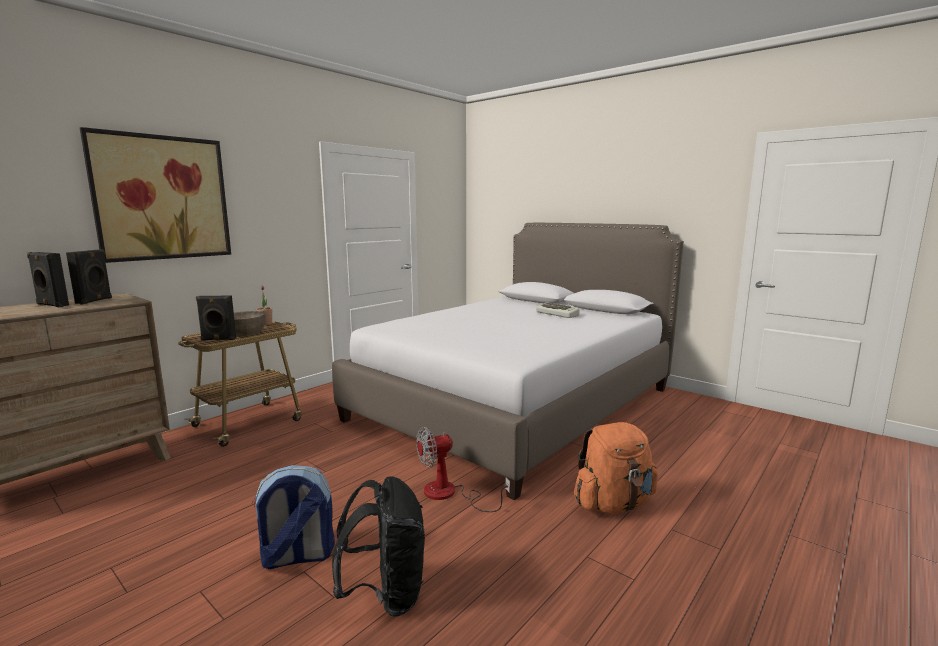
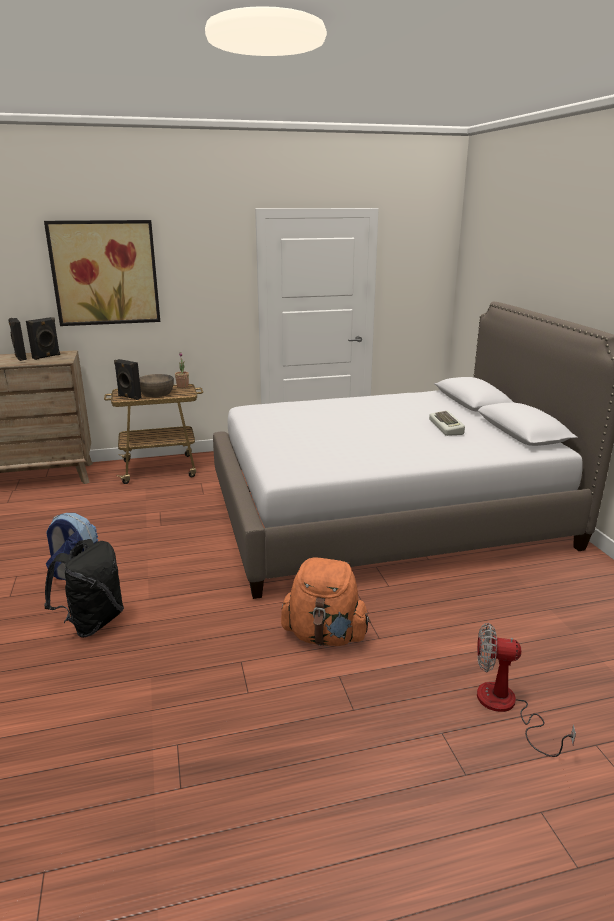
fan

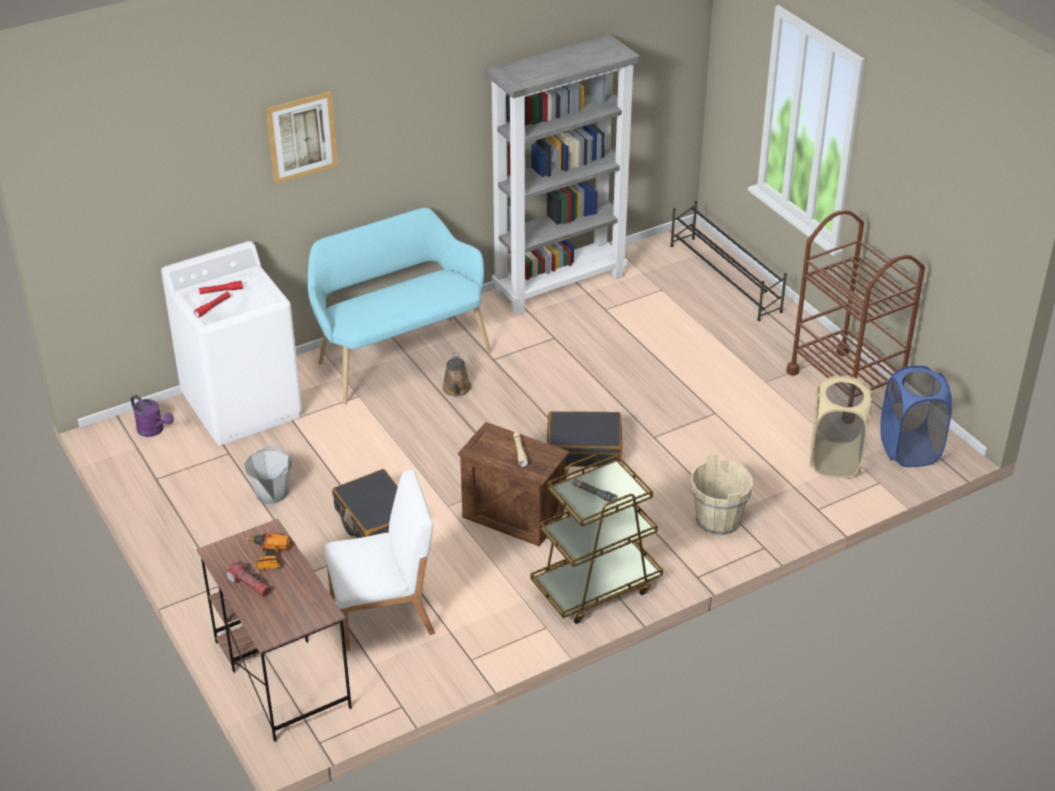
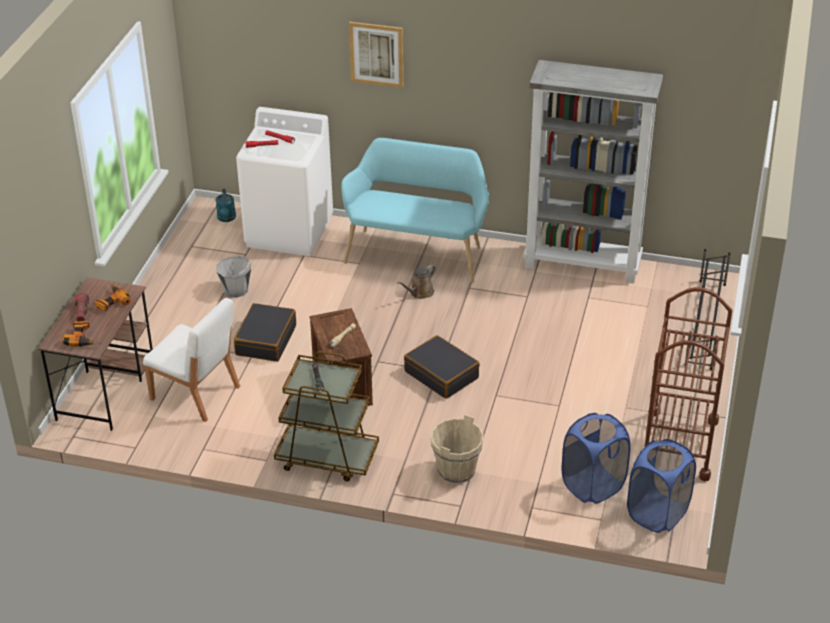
power drill (no. 1 from left)
turquoise watering can
blue laundry basket (no. 1 from left)

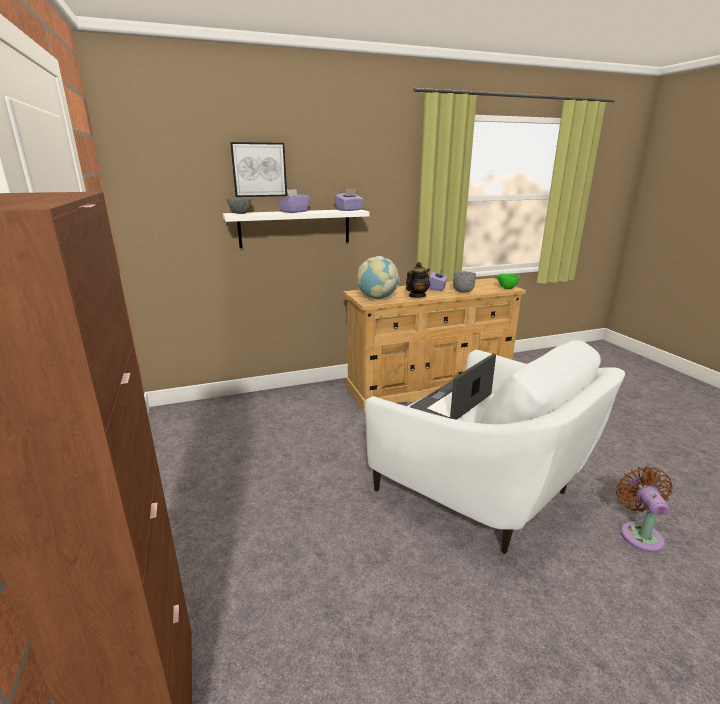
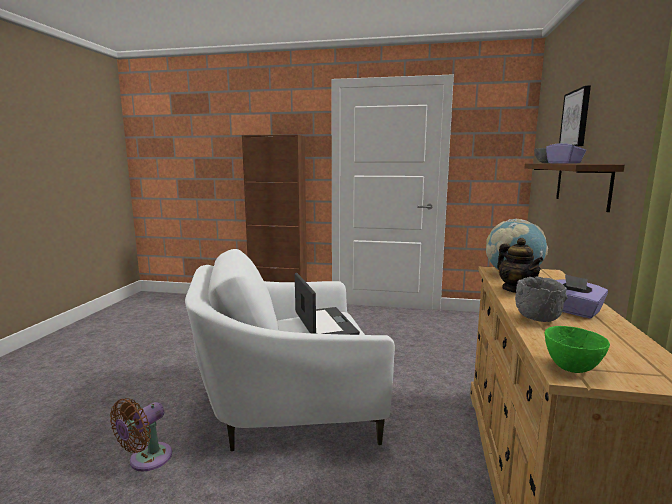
brown fan
brown shelf
purple tissue box (no. 2 from left in the first image)

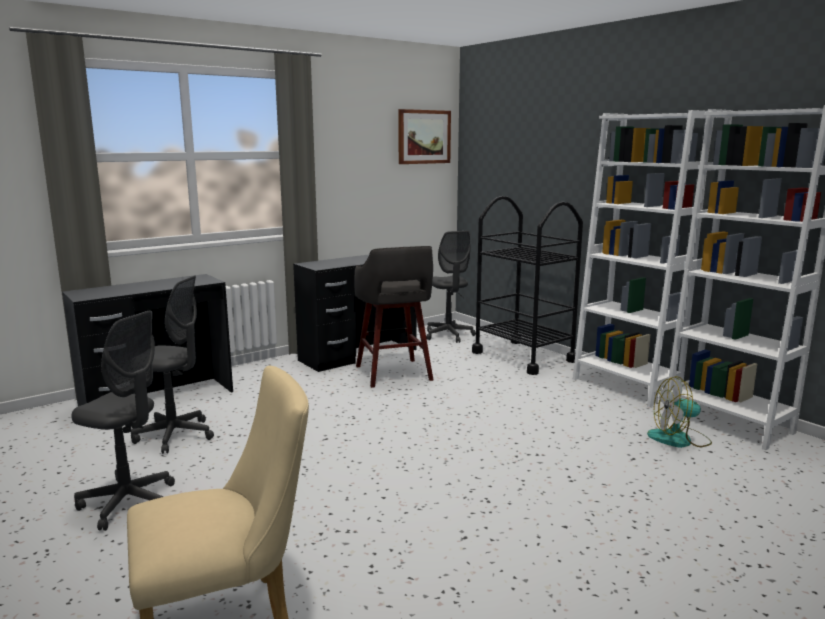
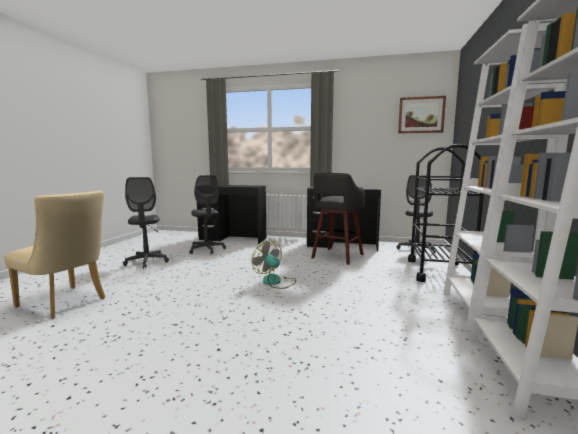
fan

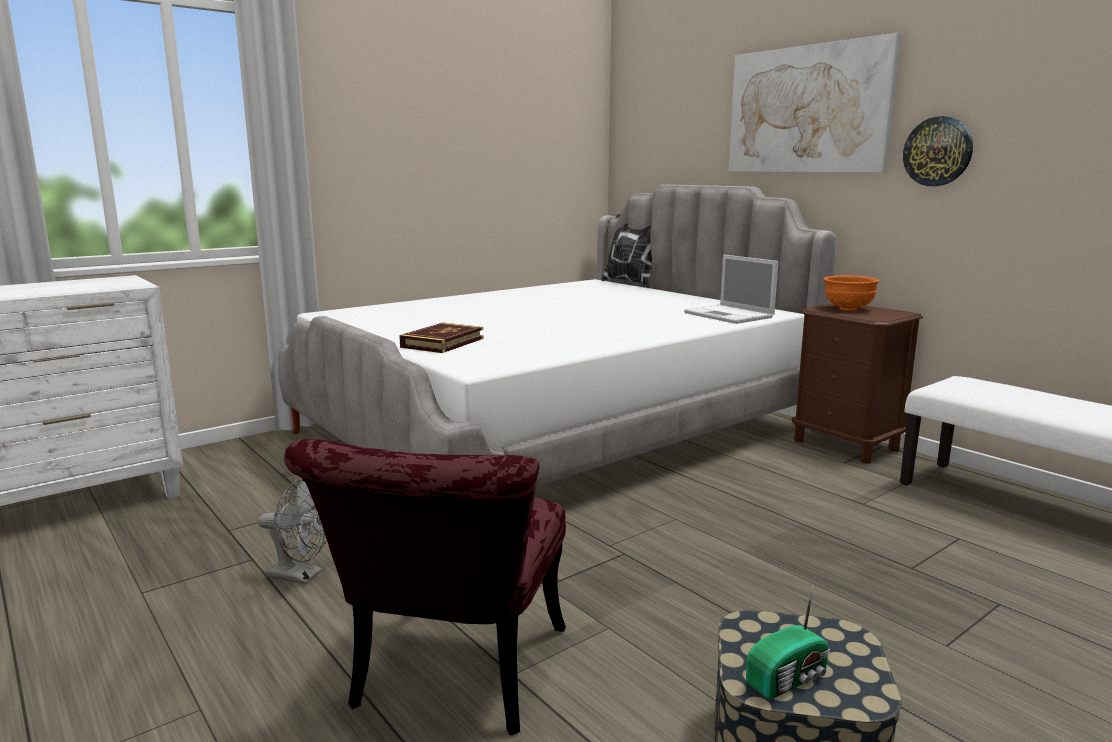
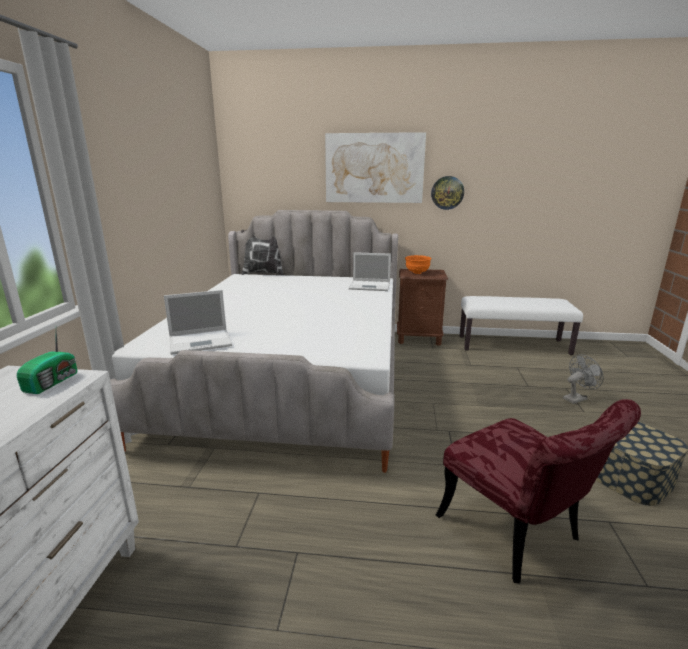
radio
laptop (no. 1 from left)
grey fan
book

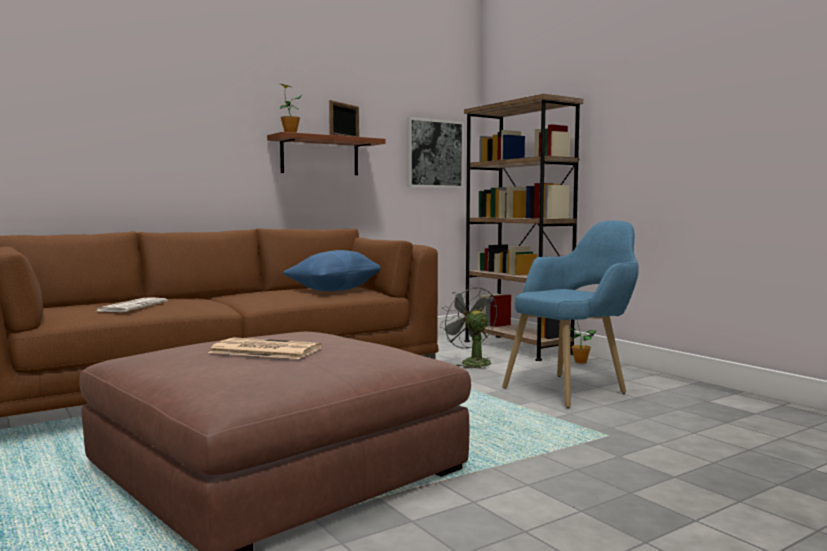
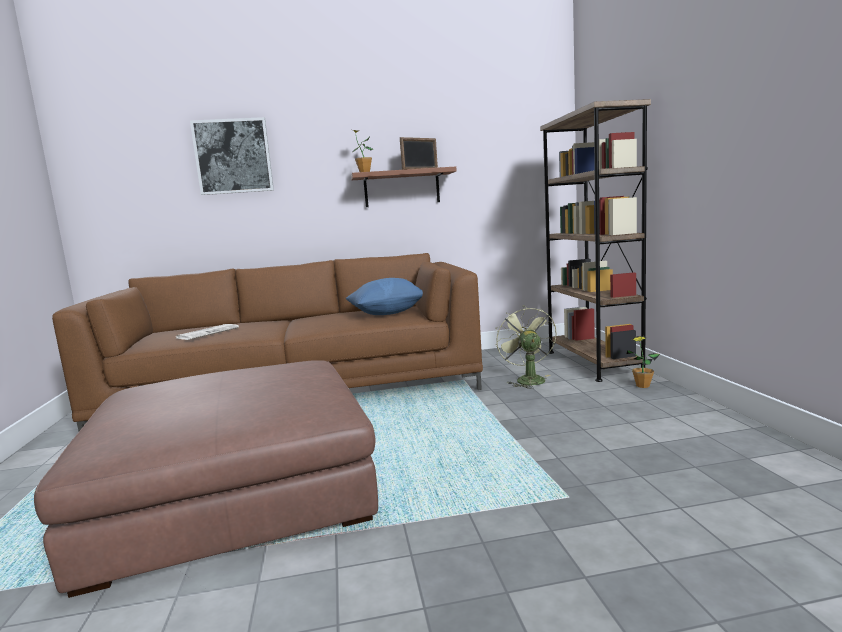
picture
green fan
newspaper (no. 2 from left in the first image)
blue armchair

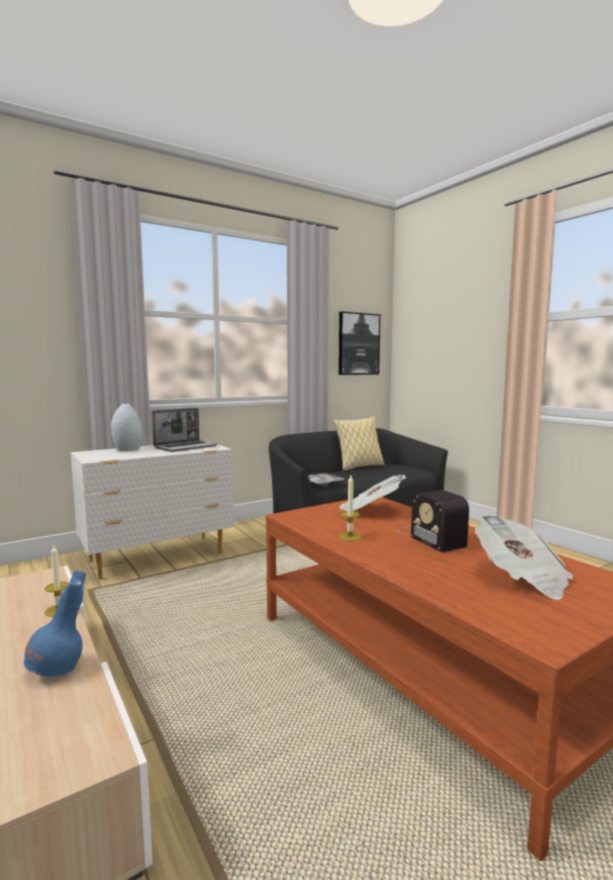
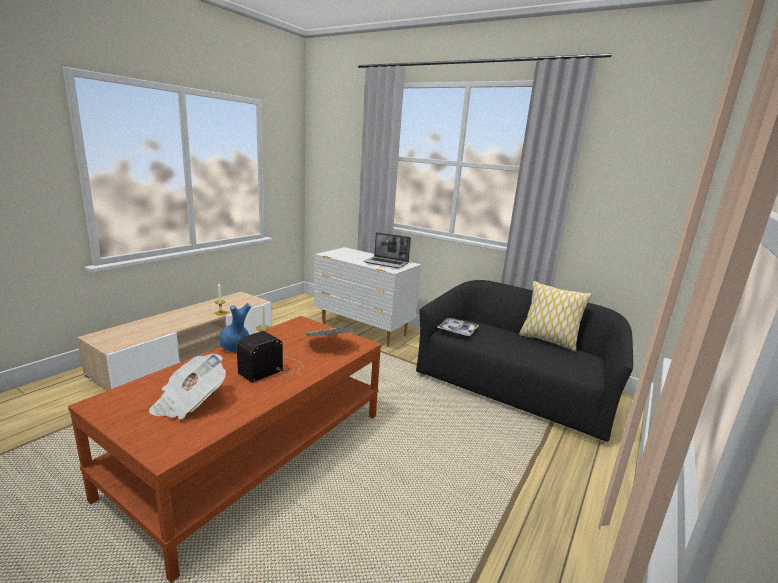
blue vase
grey vase
picture

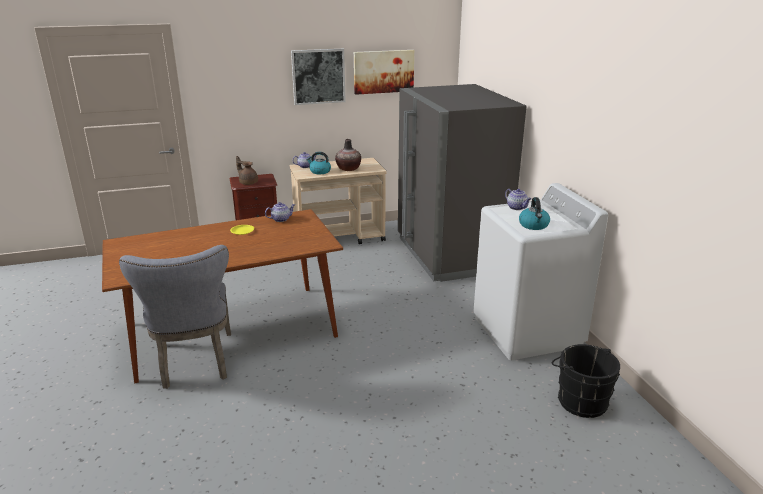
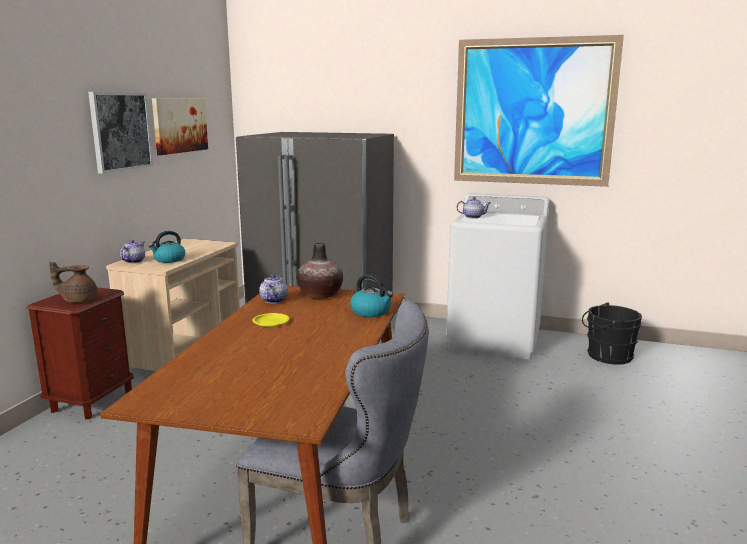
vase
kettle (no. 2 from left)
picture (no. 3 from left)

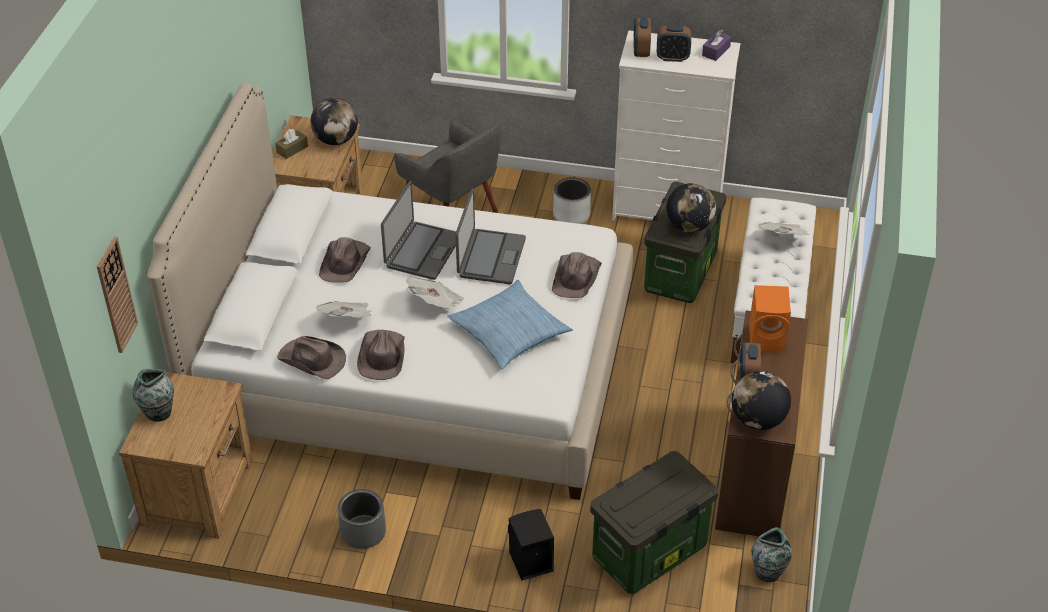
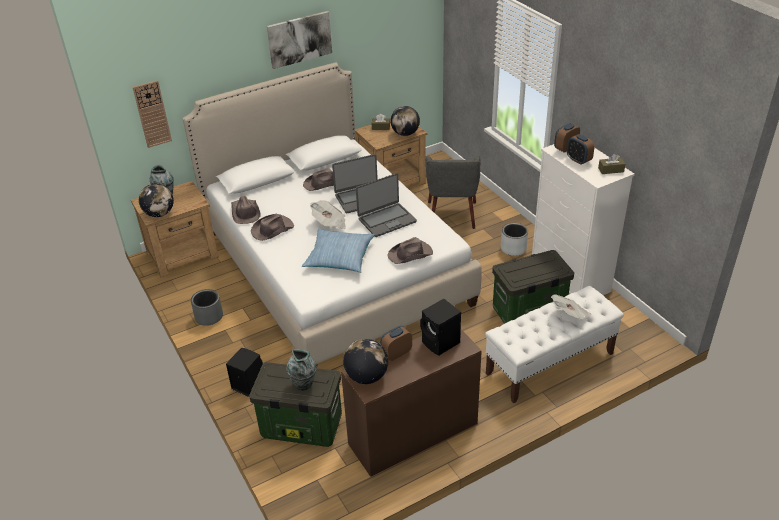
globe (no. 1 from left)
picture
vase (no. 2 from left)
black speaker (no. 2 from left)
brown tissue box (no. 2 from left)
newspaper (no. 1 from left in the first image)

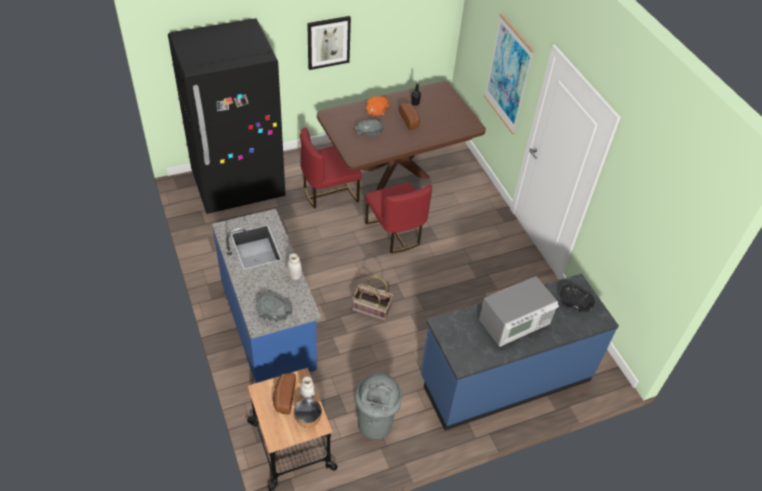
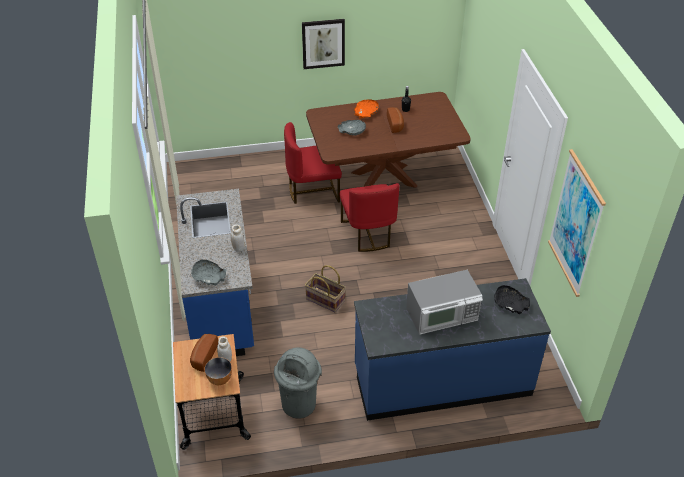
picture (no. 2 from left)
black fridge

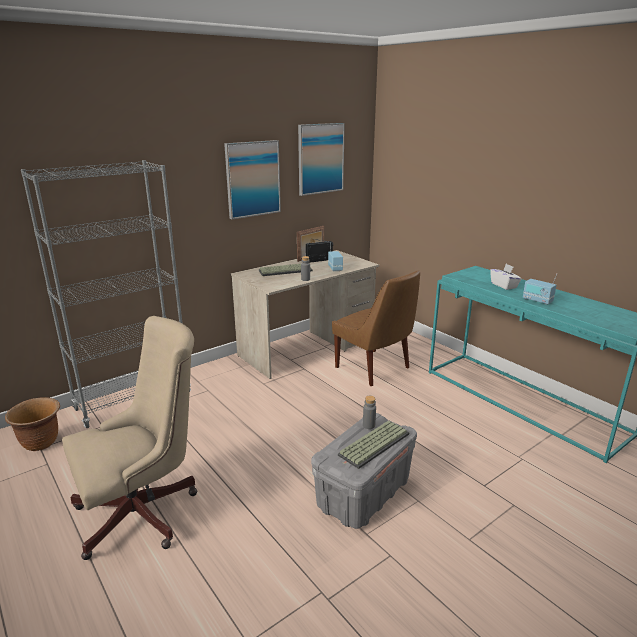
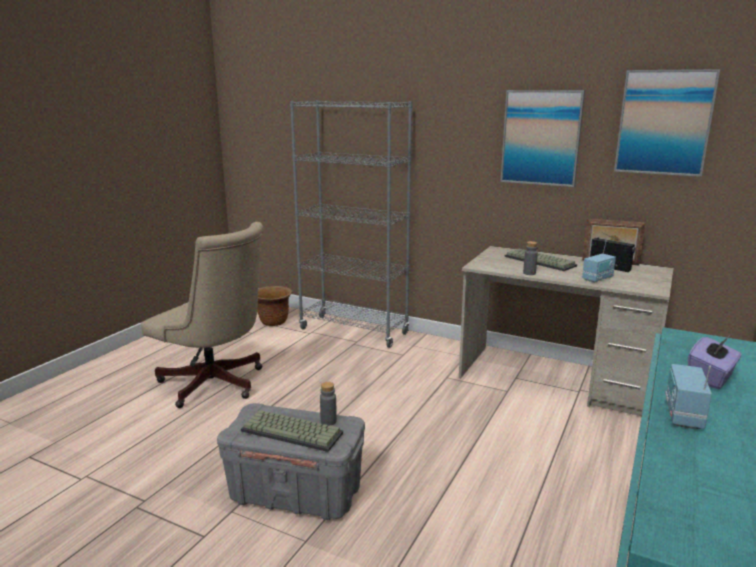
purple tissue box
brown chair

